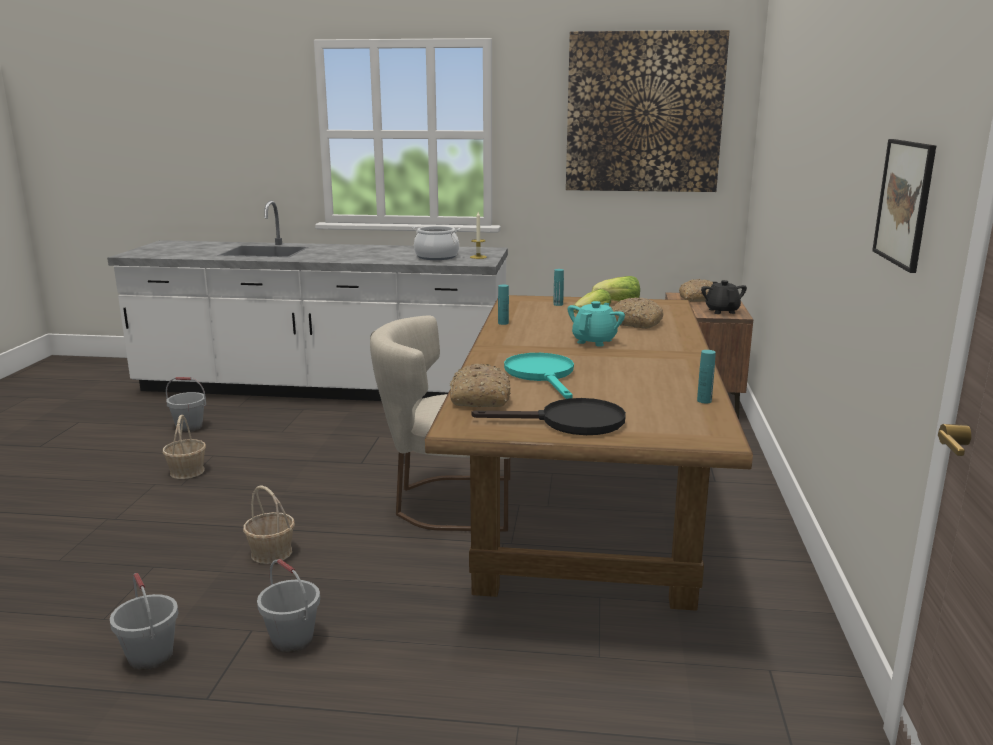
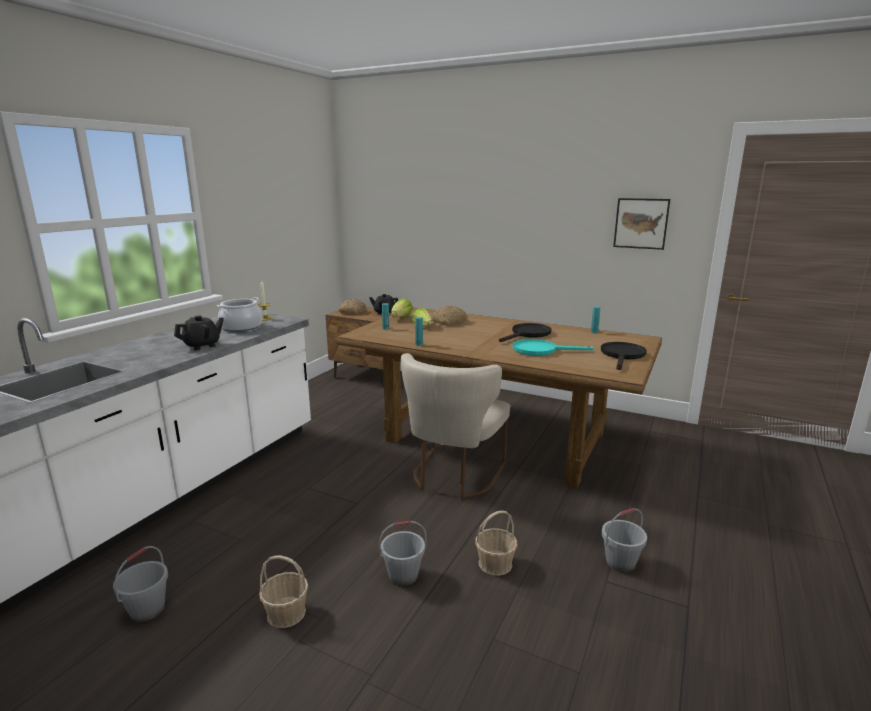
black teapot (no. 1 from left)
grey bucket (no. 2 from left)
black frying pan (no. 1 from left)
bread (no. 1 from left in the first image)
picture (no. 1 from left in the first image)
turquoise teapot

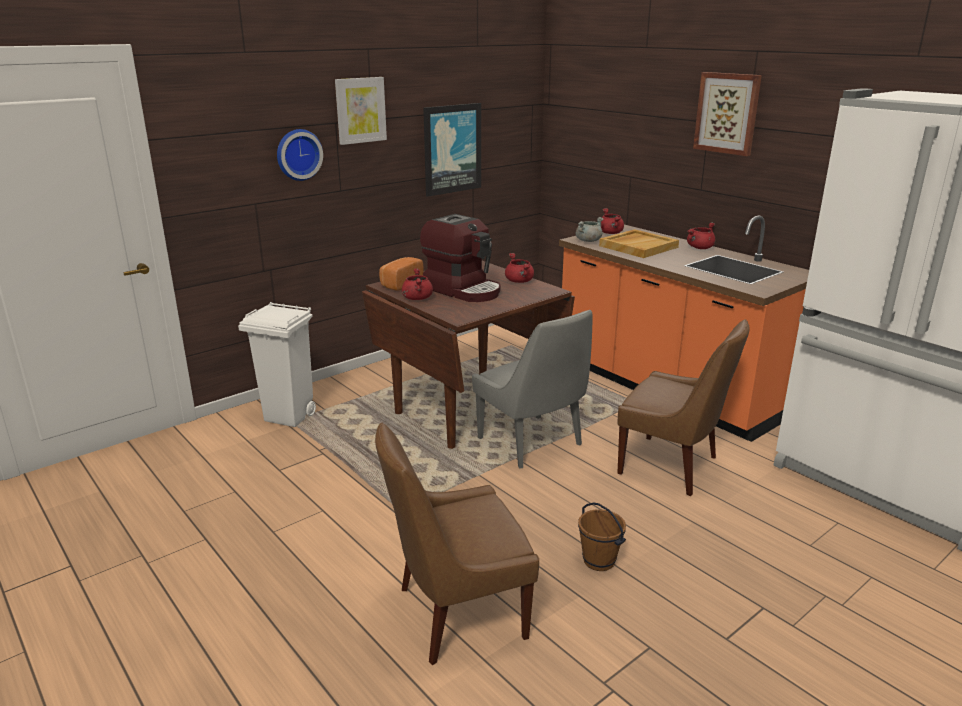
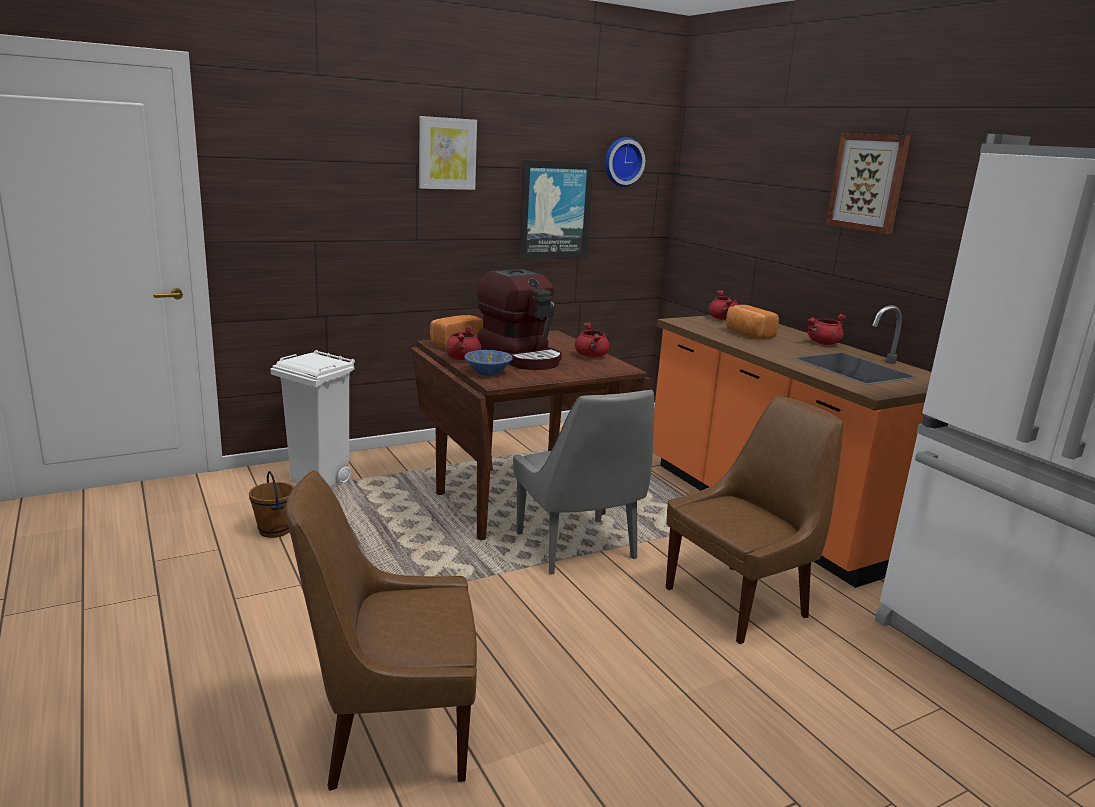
brown bucket
blue bowl
wall clock
brown chair (no. 2 from left)
bread (no. 2 from left)
grey cooking pot

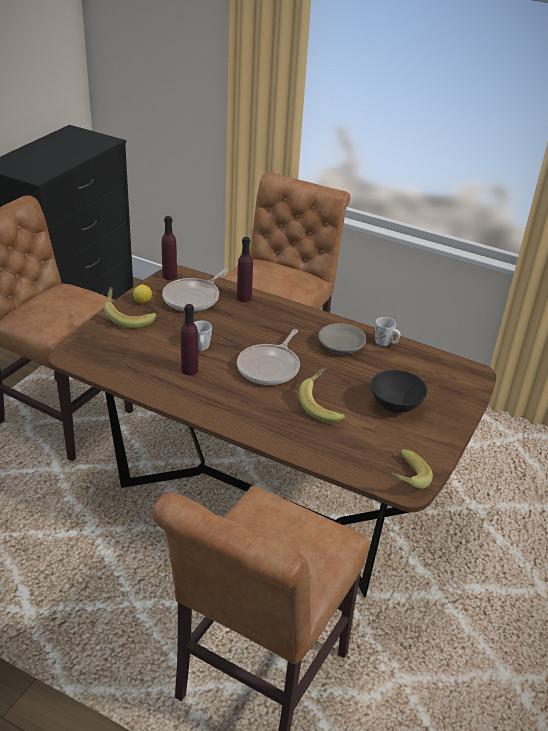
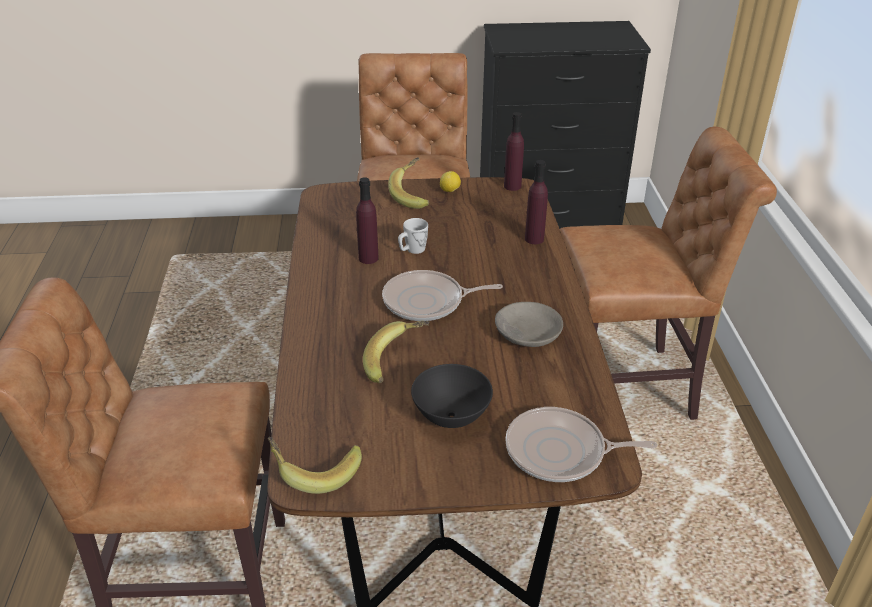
frying pan (no. 2 from left)
white mug (no. 2 from left in the first image)

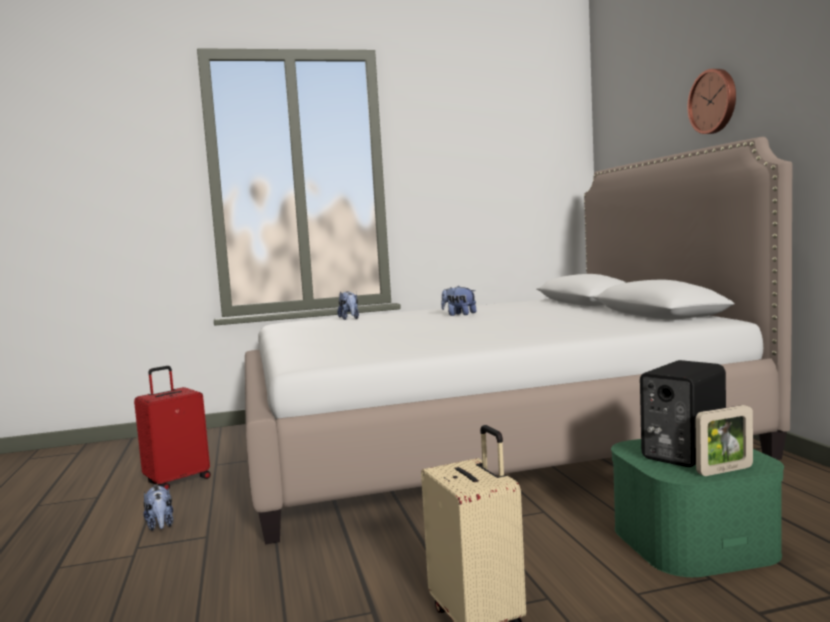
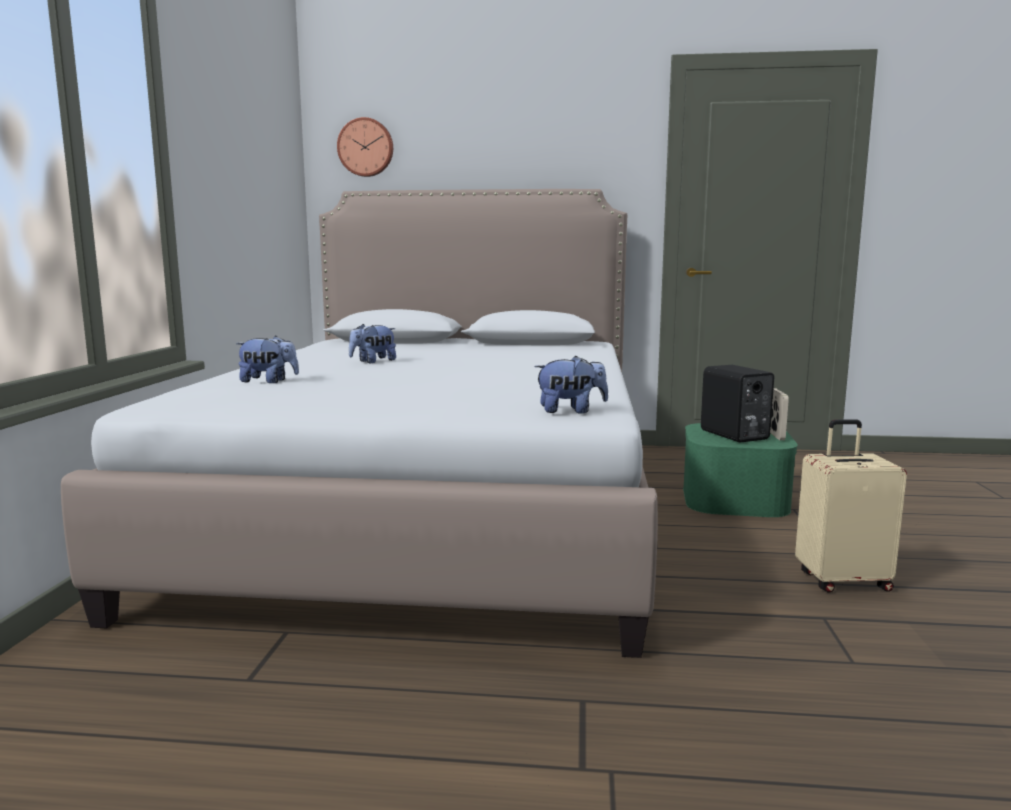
wall clock
plush toy (no. 3 from left)
red suitcase

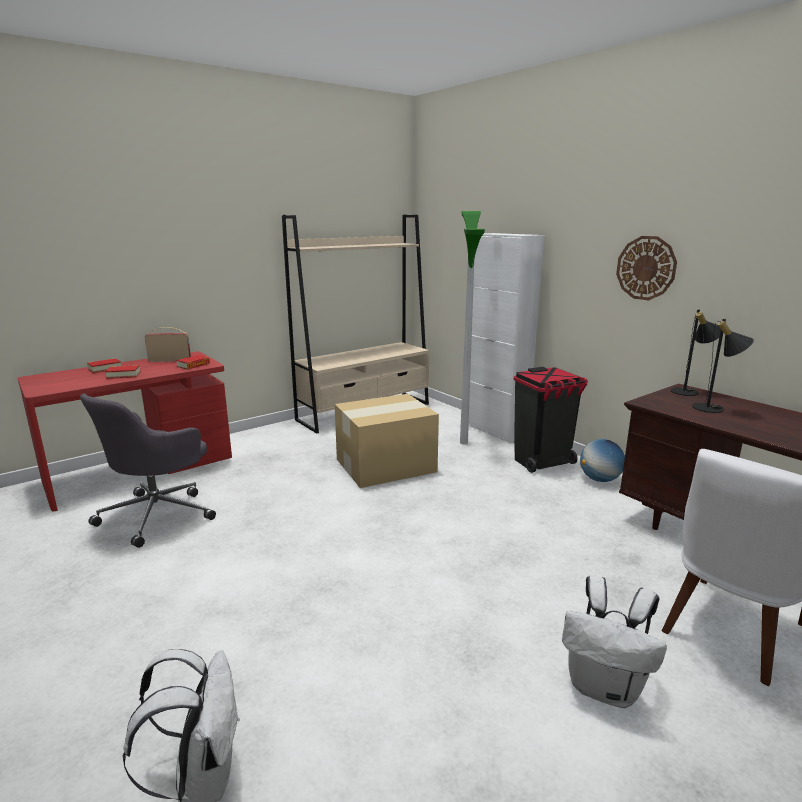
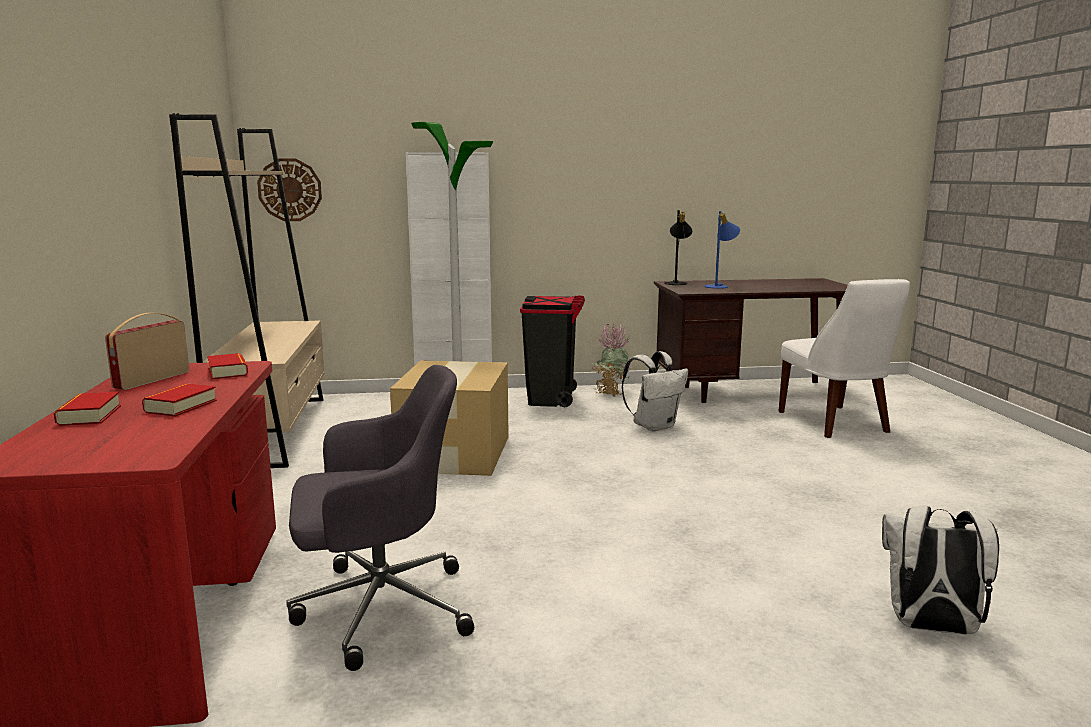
wall clock
grey office chair
potted plant
white backpack (no. 1 from left)
blue table lamp

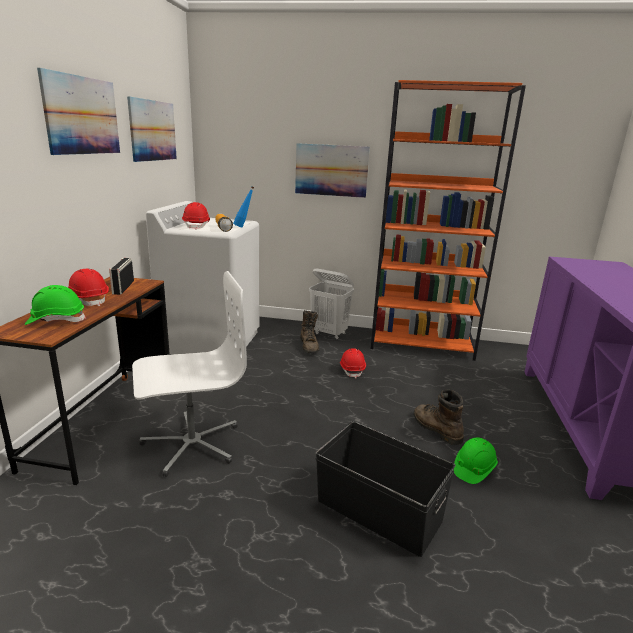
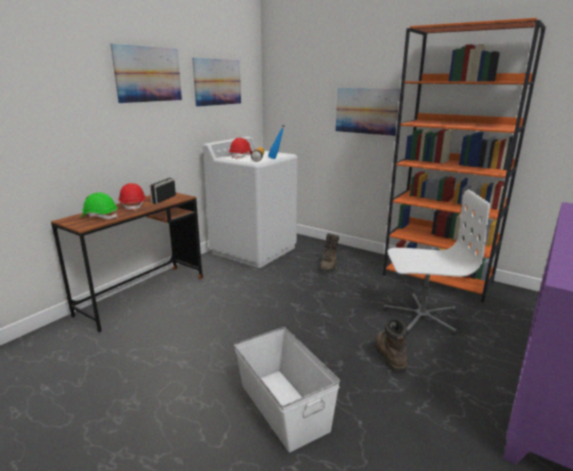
white storage box
white office chair
white laundry basket
red hard hat (no. 3 from left in the first image)
green hard hat (no. 2 from left in the first image)

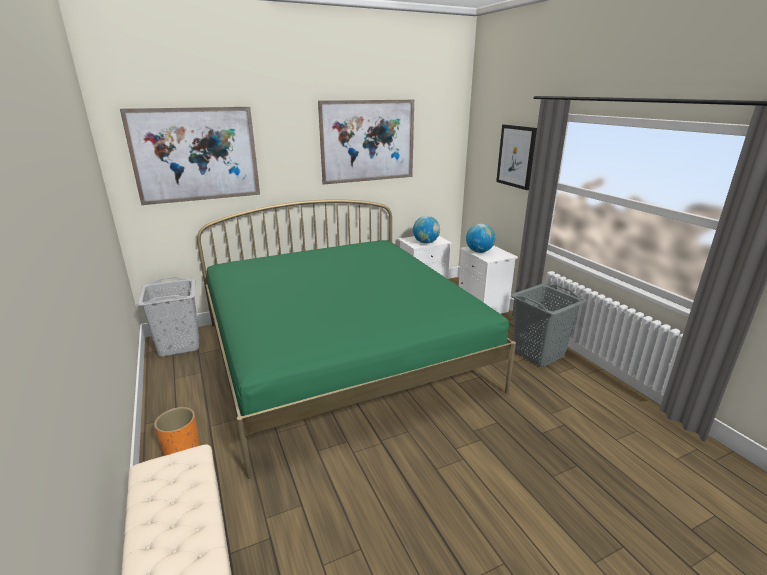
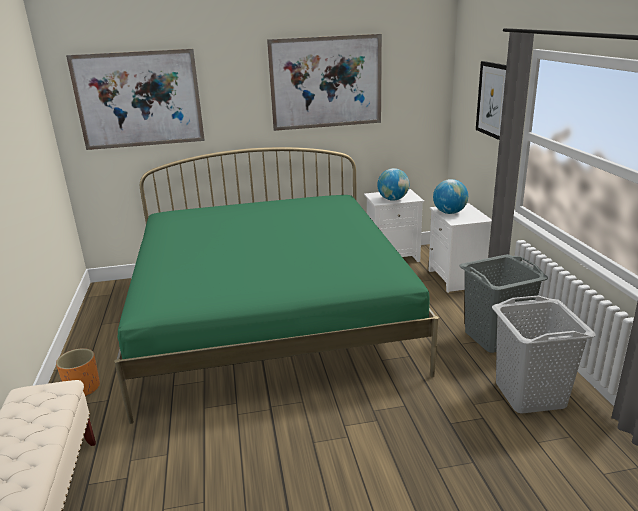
grey laundry basket (no. 2 from left)

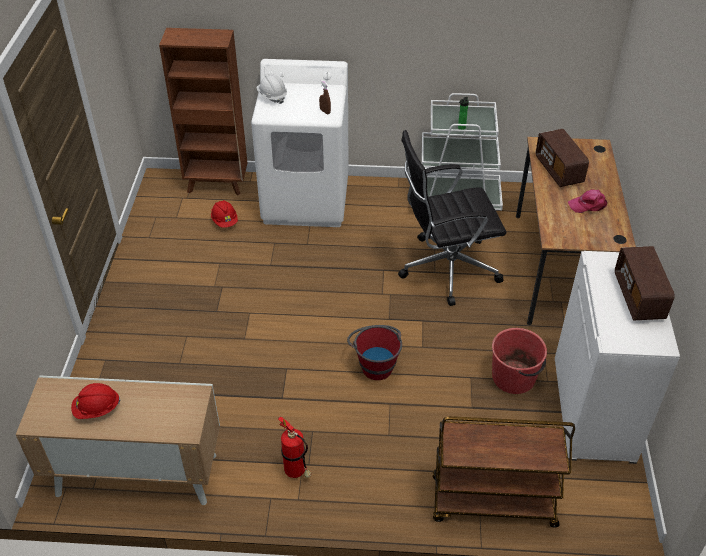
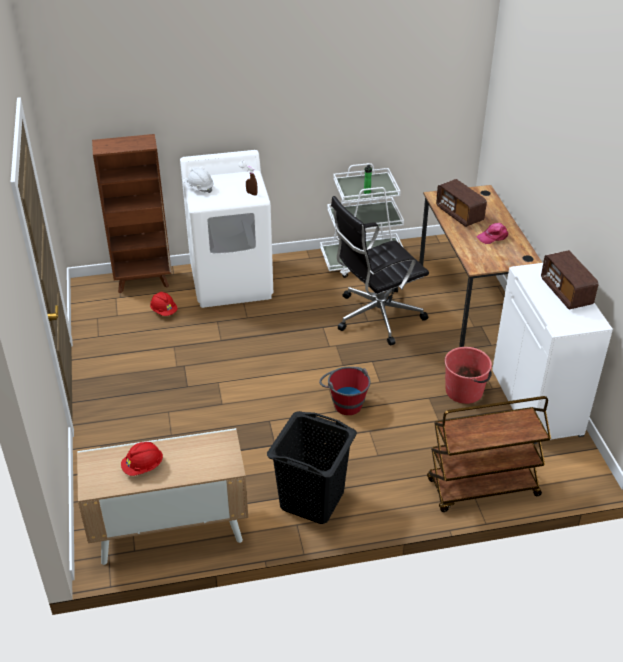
black laundry basket

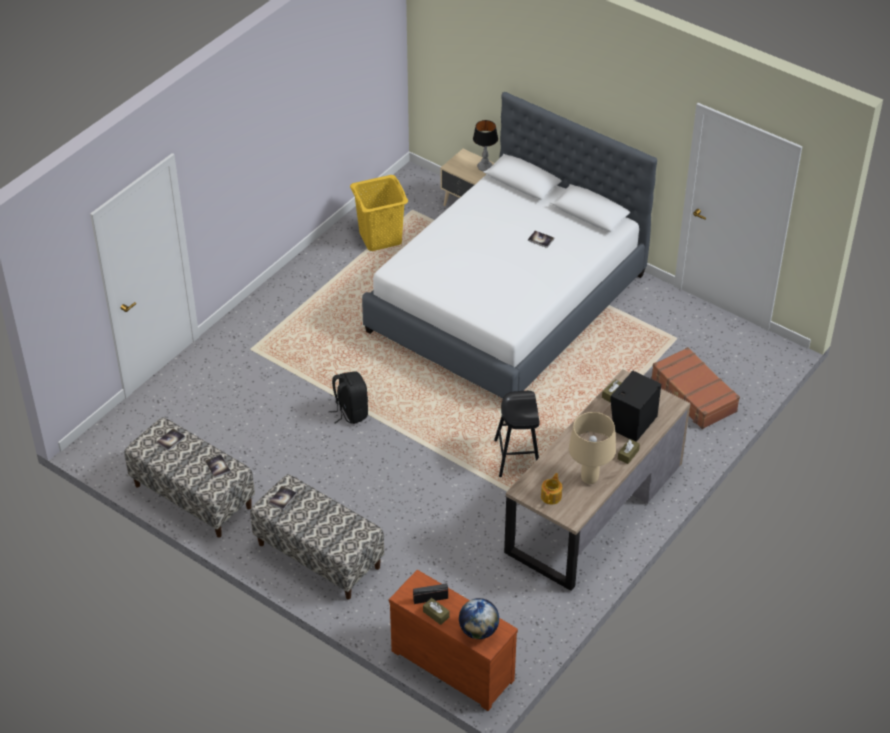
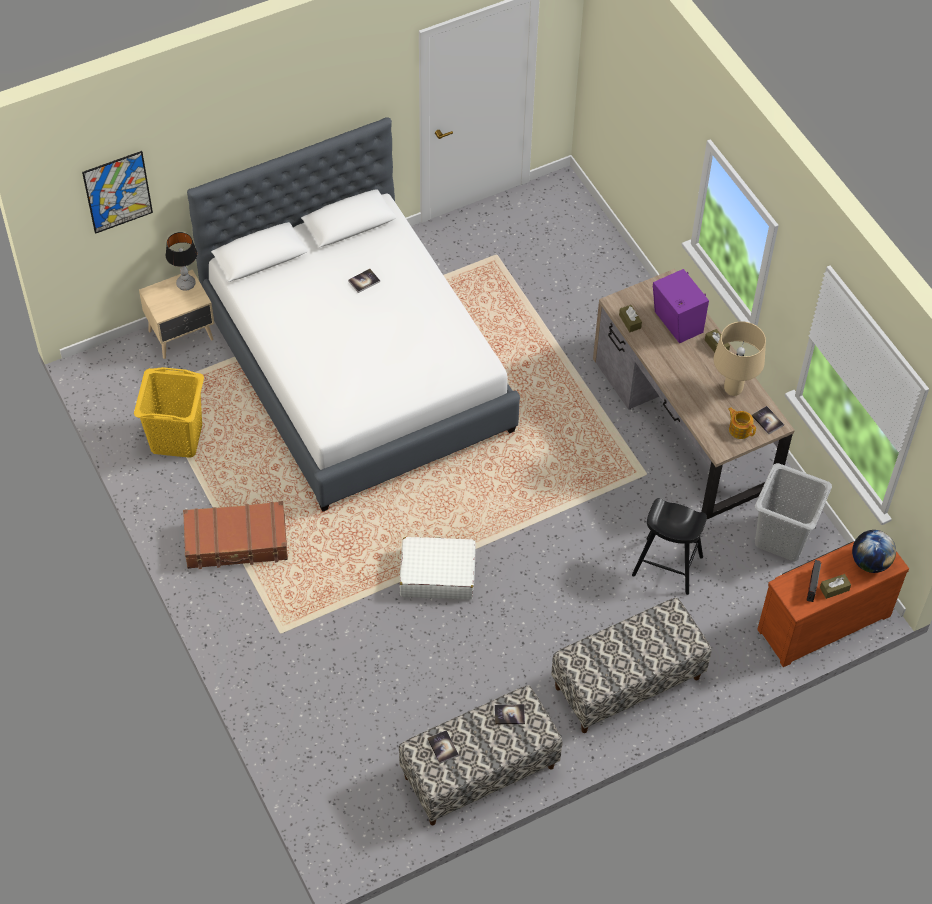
picture
brown suitcase
white suitcase
black stool
purple speaker
book (no. 4 from left)
grey laundry basket

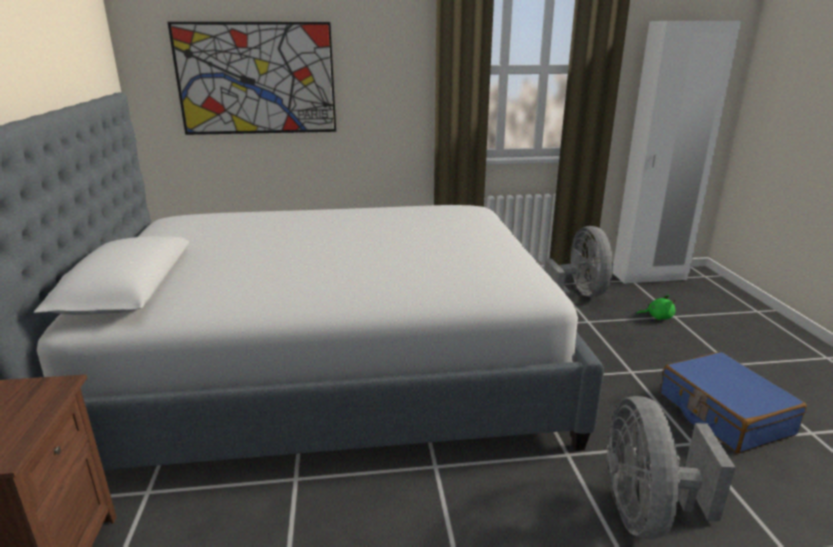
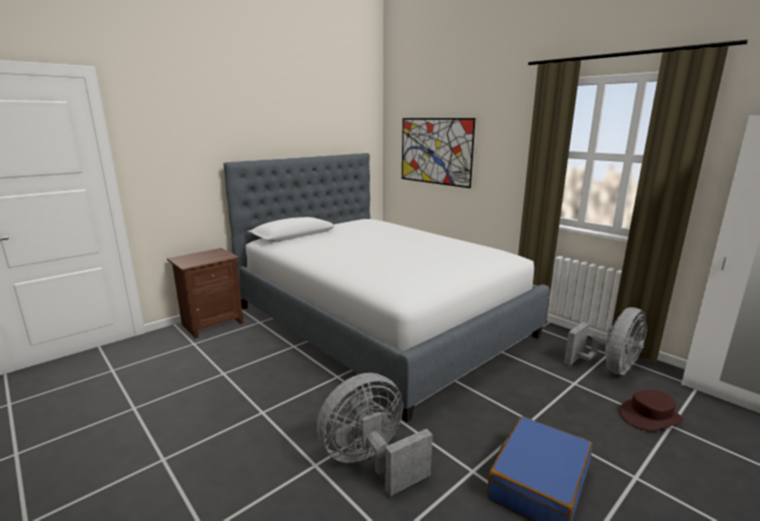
brown hat

